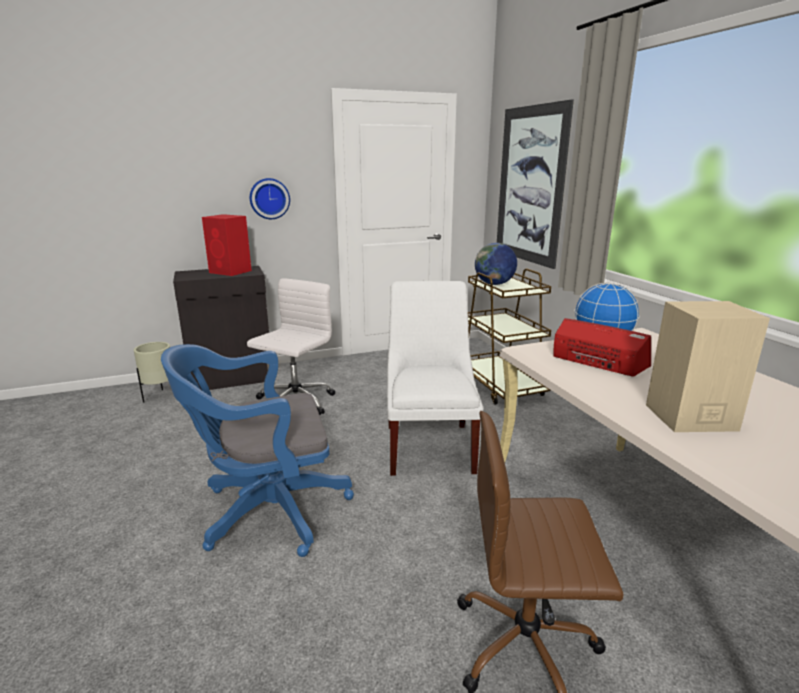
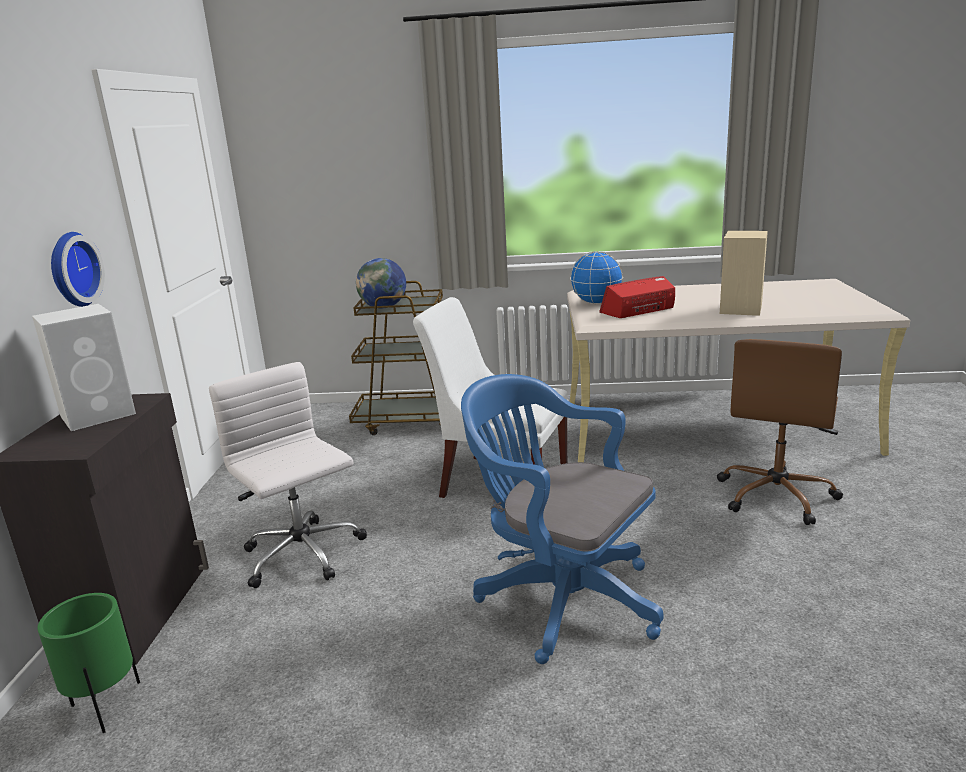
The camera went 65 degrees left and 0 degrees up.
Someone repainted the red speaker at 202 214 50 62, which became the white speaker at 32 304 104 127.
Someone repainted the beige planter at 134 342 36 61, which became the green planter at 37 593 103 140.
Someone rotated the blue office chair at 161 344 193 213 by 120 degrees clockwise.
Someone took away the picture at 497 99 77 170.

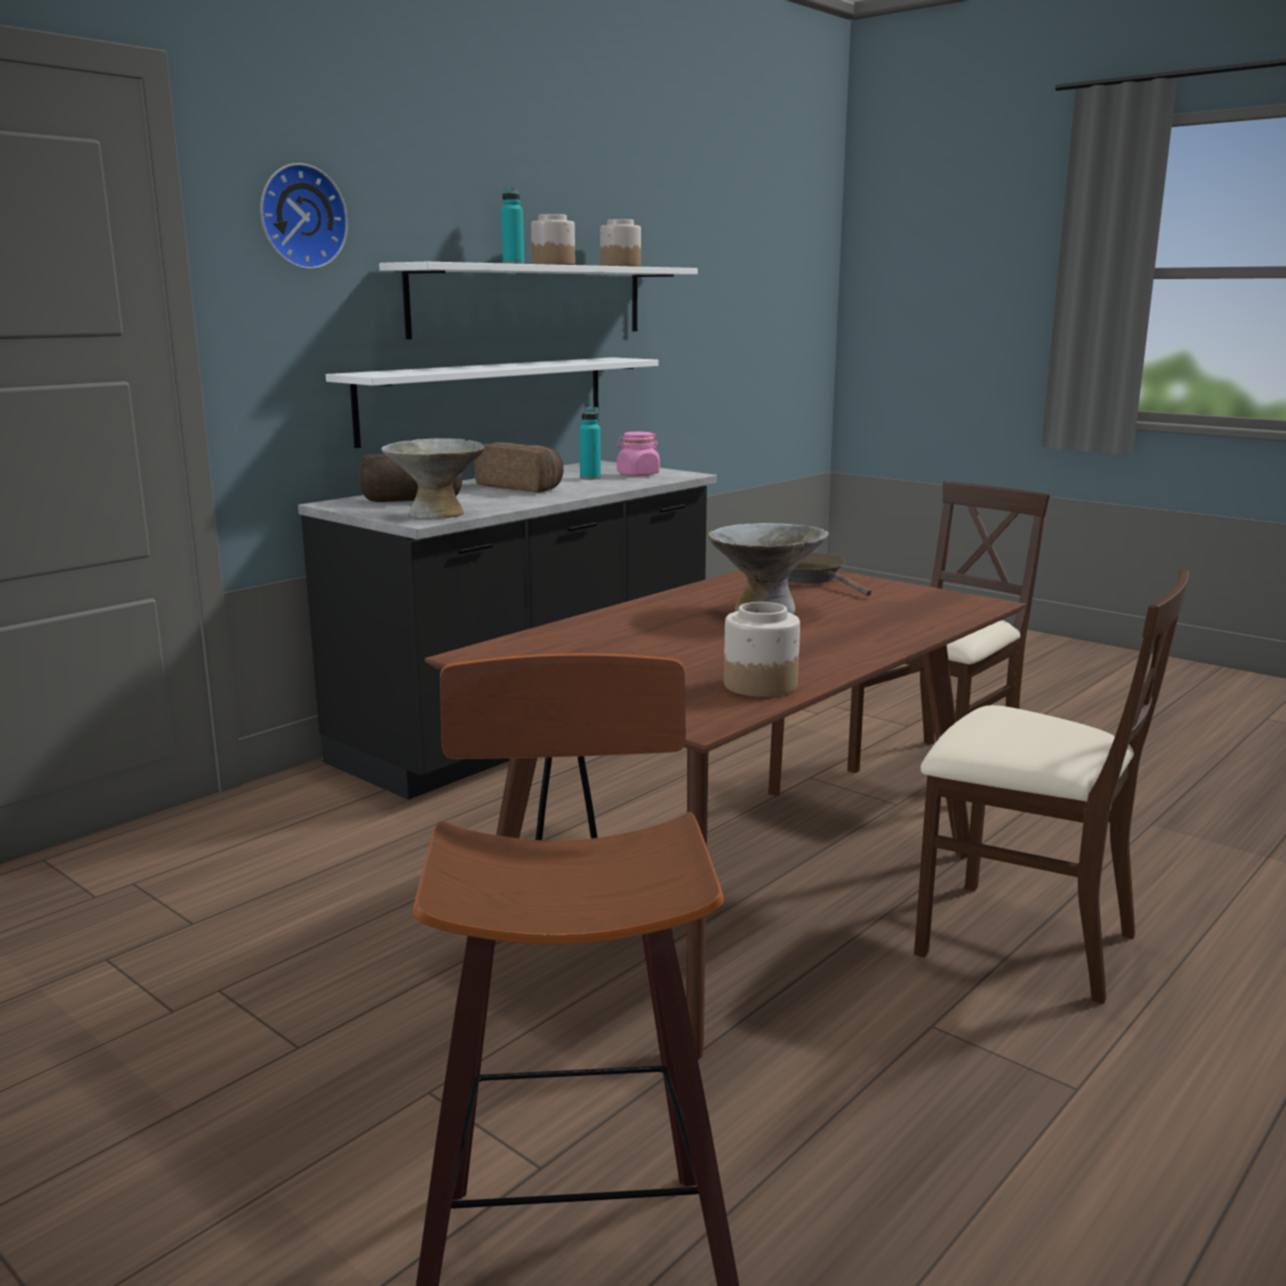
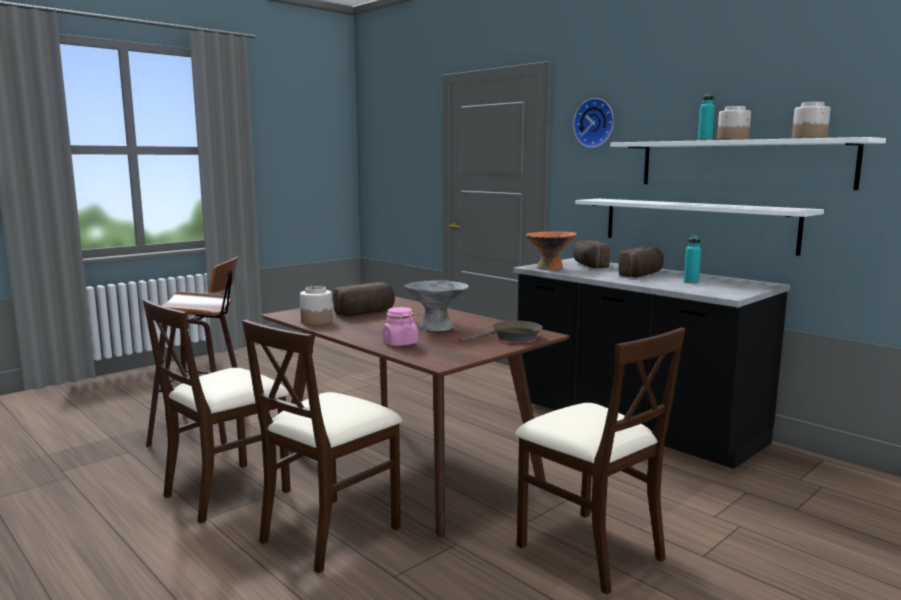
The camera went 95 degrees right and 5 degrees down.
Someone put down the beige chair at 143 299 148 225.
Someone put down the bread at 333 282 62 34.
Someone carried the pink jar from 616 432 44 44 to 382 307 36 39.
Someone repainted the grey bowl at 381 438 103 81, which became the orange bowl at 526 232 51 38.

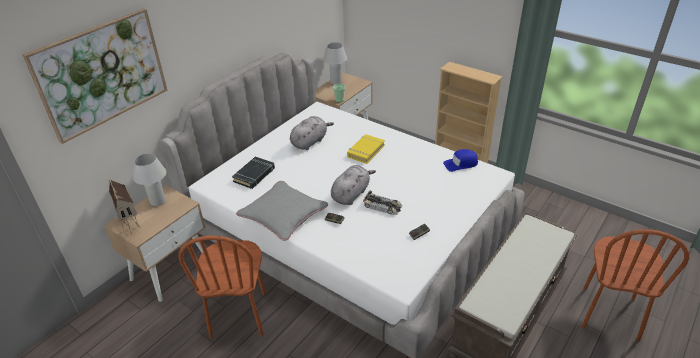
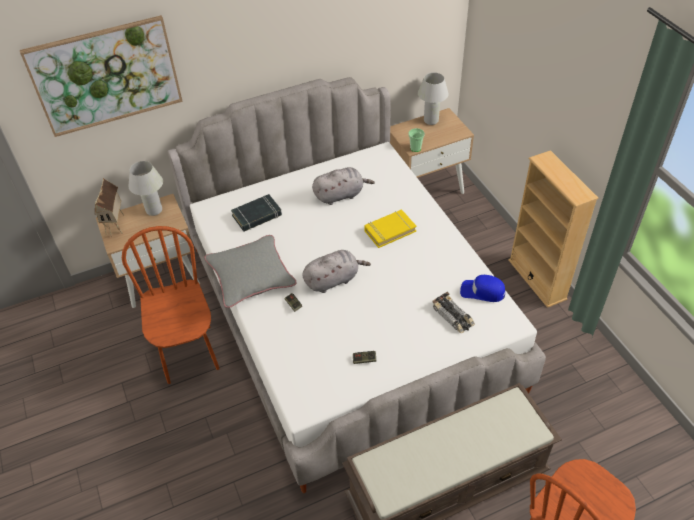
The camera went 30 degrees right and 10 degrees up.
Someone rotated the brown chair at 178 236 87 102 by 135 degrees clockwise.
Someone carried the toy car from 363 190 39 25 to 432 292 43 41.

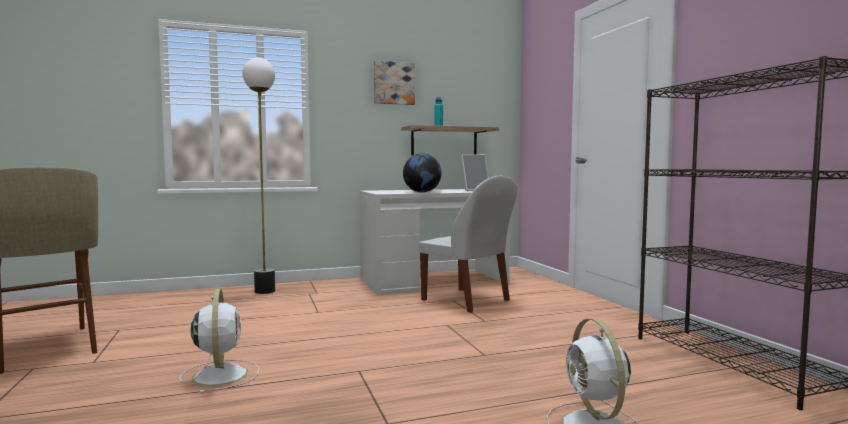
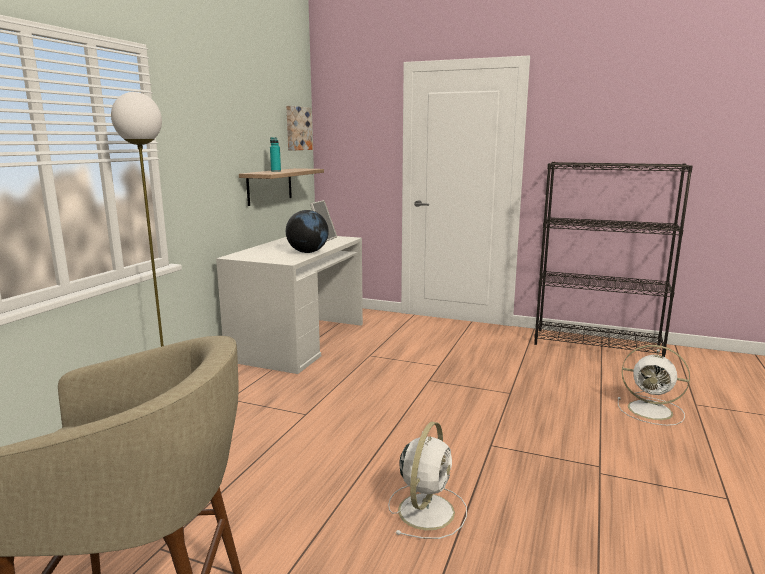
The camera went 50 degrees left and 10 degrees up.
Someone carried the picture from 374 60 41 45 to 286 106 27 45.
Someone rotated the white fan at 179 289 80 105 by 90 degrees clockwise.
Someone took away the white chair at 419 176 99 137.

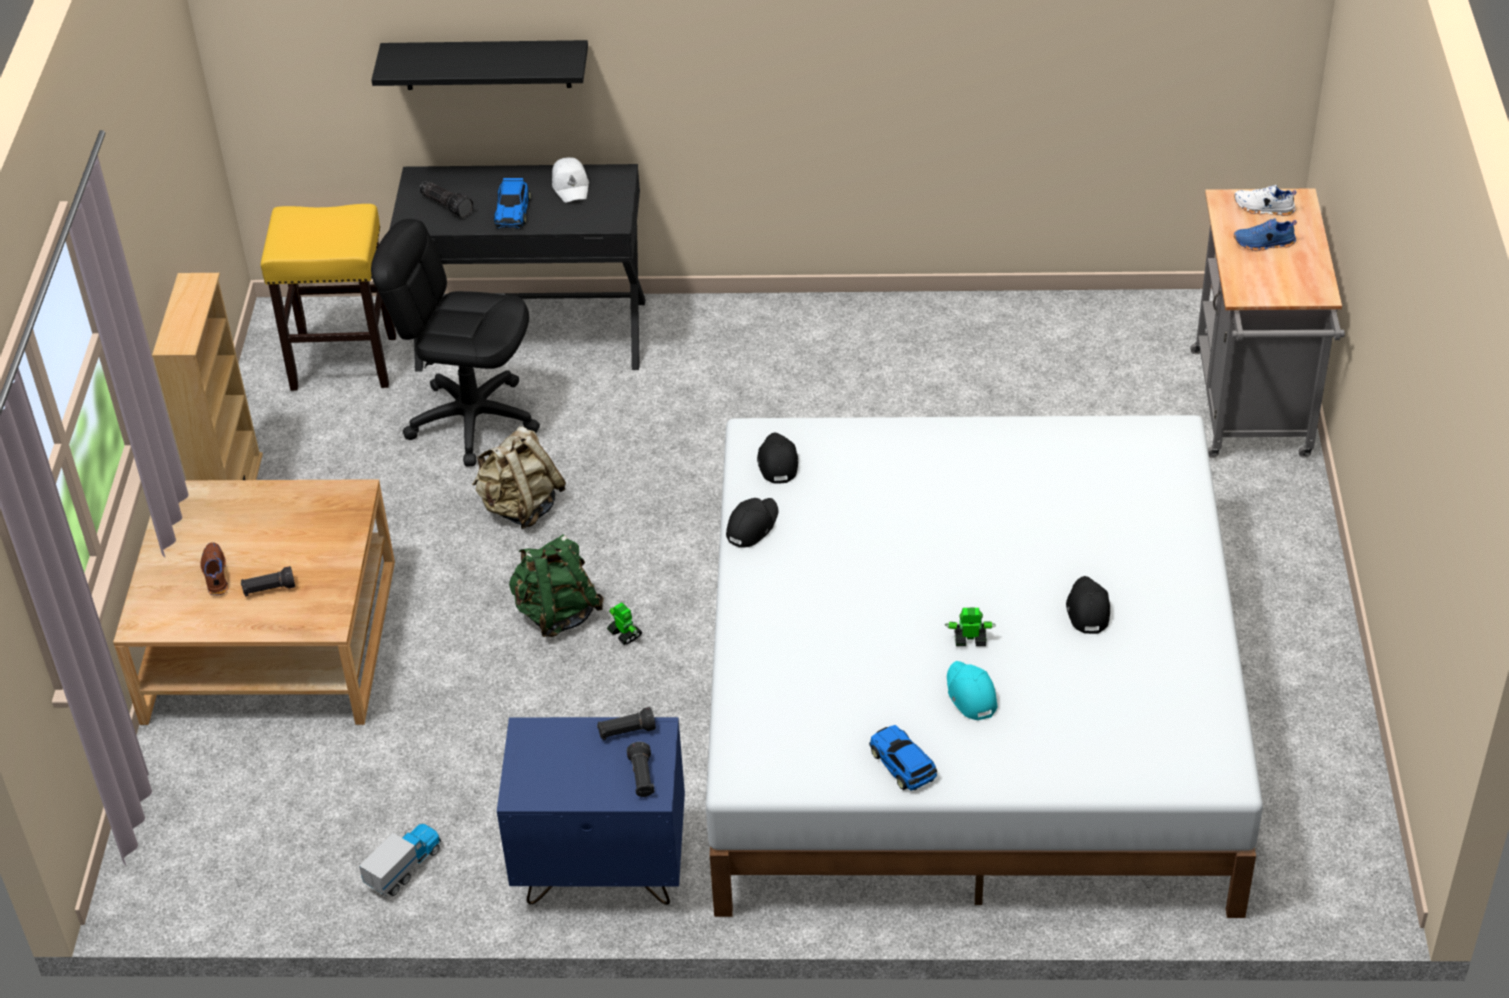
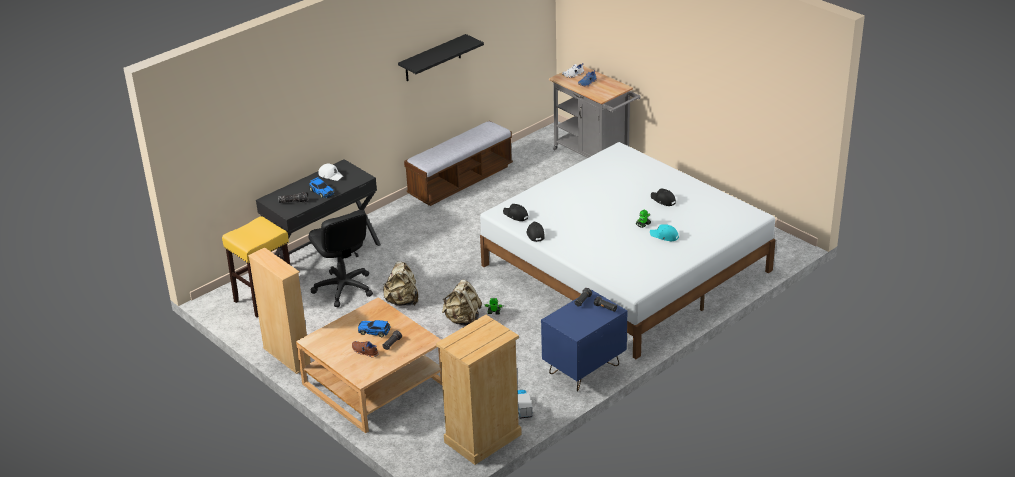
The camera went 45 degrees left and 10 degrees down.
Someone rotated the black office chair at 371 219 169 248 by 90 degrees counterclockwise.
Someone carried the toy car from 869 725 68 66 to 358 320 33 17.
Someone carried the black shelf from 371 40 217 50 to 398 34 86 47.
Someone put down the bench at 404 120 109 86.
Someone put down the beige dresser at 436 315 86 150.
Someone repainted the green backpack at 509 534 95 103, which became the beige backpack at 442 280 40 46.

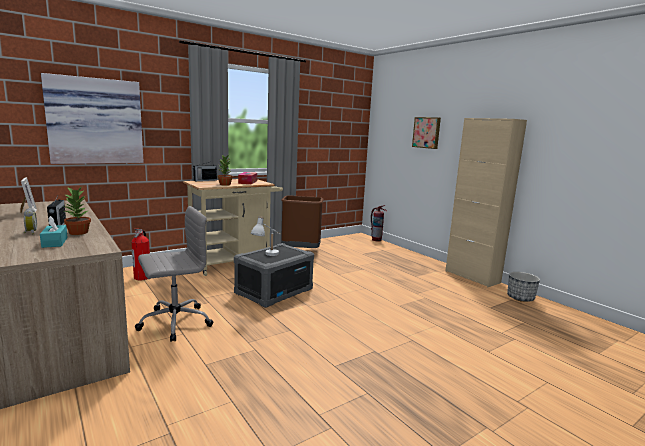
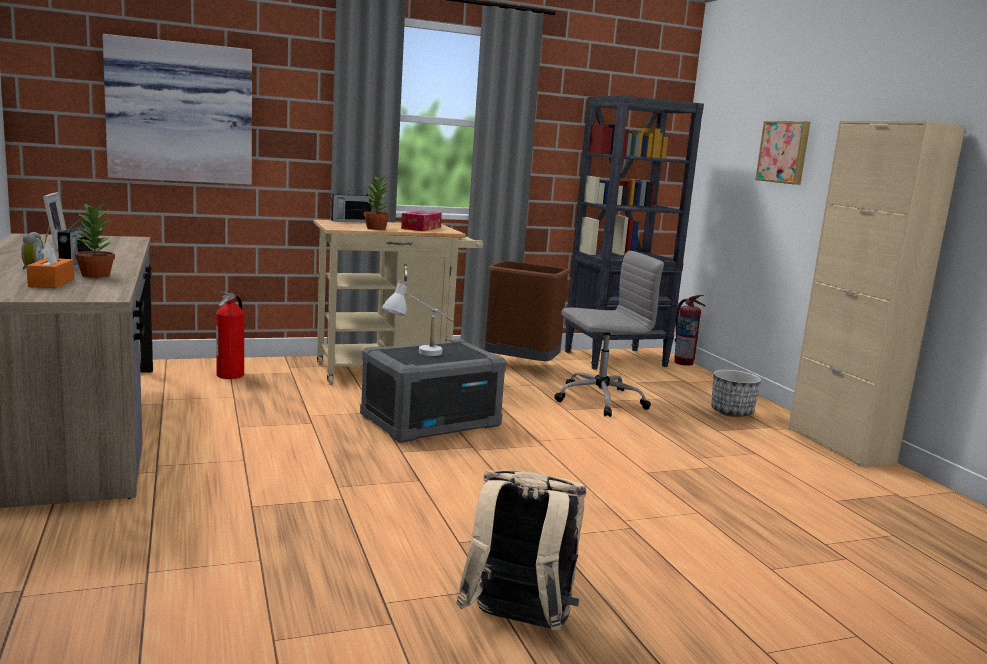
The camera went 15 degrees right and 0 degrees up.
Someone repainted the turquoise tissue box at 40 216 28 32, which became the orange tissue box at 27 242 47 46.
Someone put down the beige backpack at 456 470 130 160.
Someone carried the grey office chair from 135 206 78 136 to 555 251 109 166.
Someone put down the black bookcase at 565 95 139 274.
Someone carried the planter from 507 272 33 30 to 711 370 50 47.

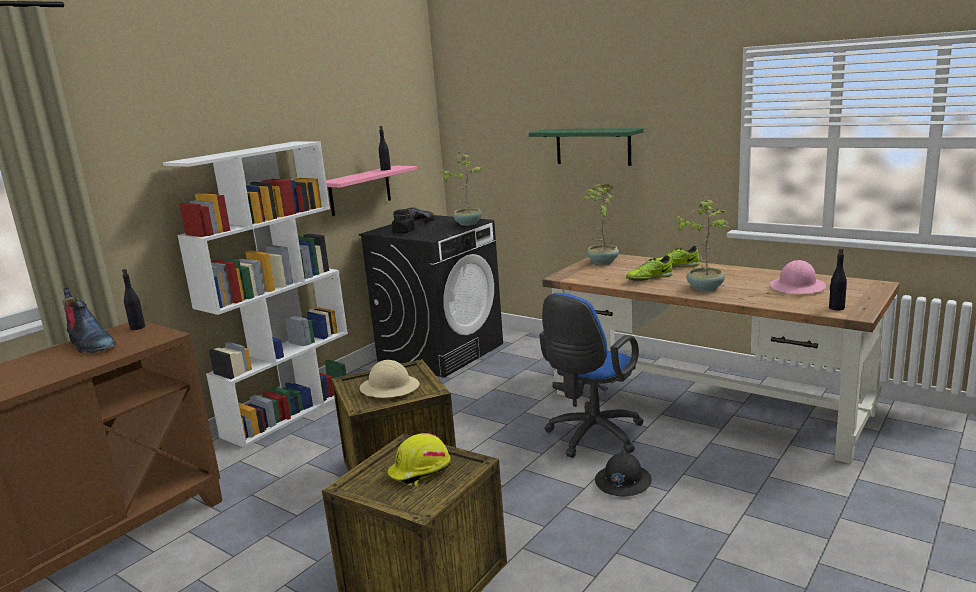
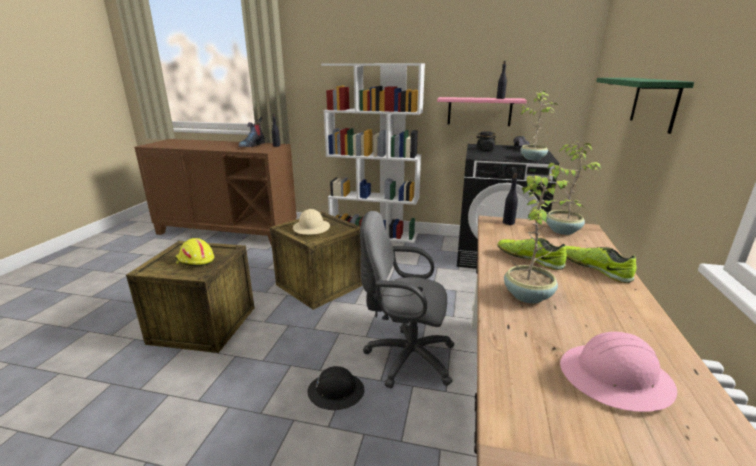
The camera went 65 degrees right and 5 degrees up.
Someone repainted the blue office chair at 539 293 105 165, which became the grey office chair at 360 211 95 177.
Someone carried the black bottle from 829 249 18 61 to 503 173 15 52.

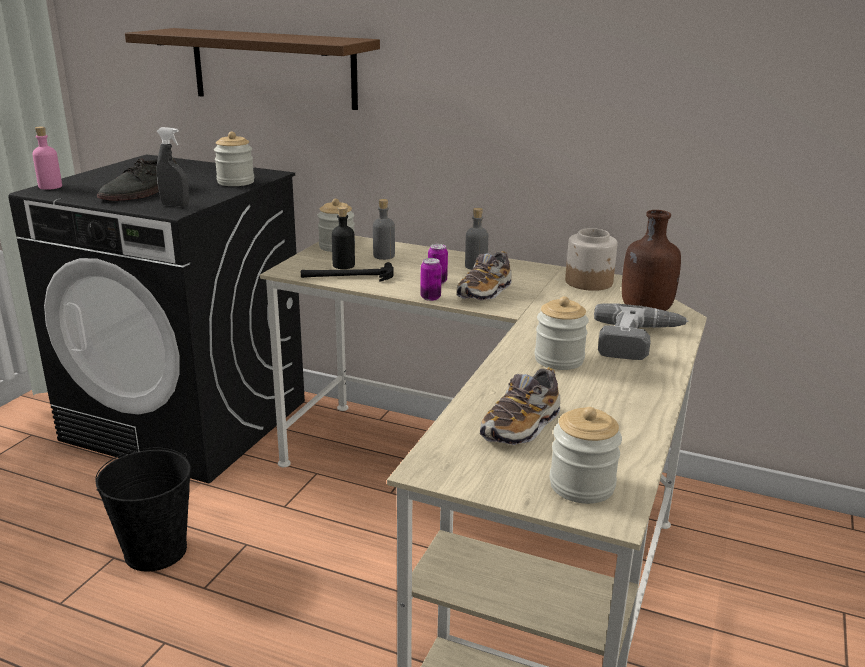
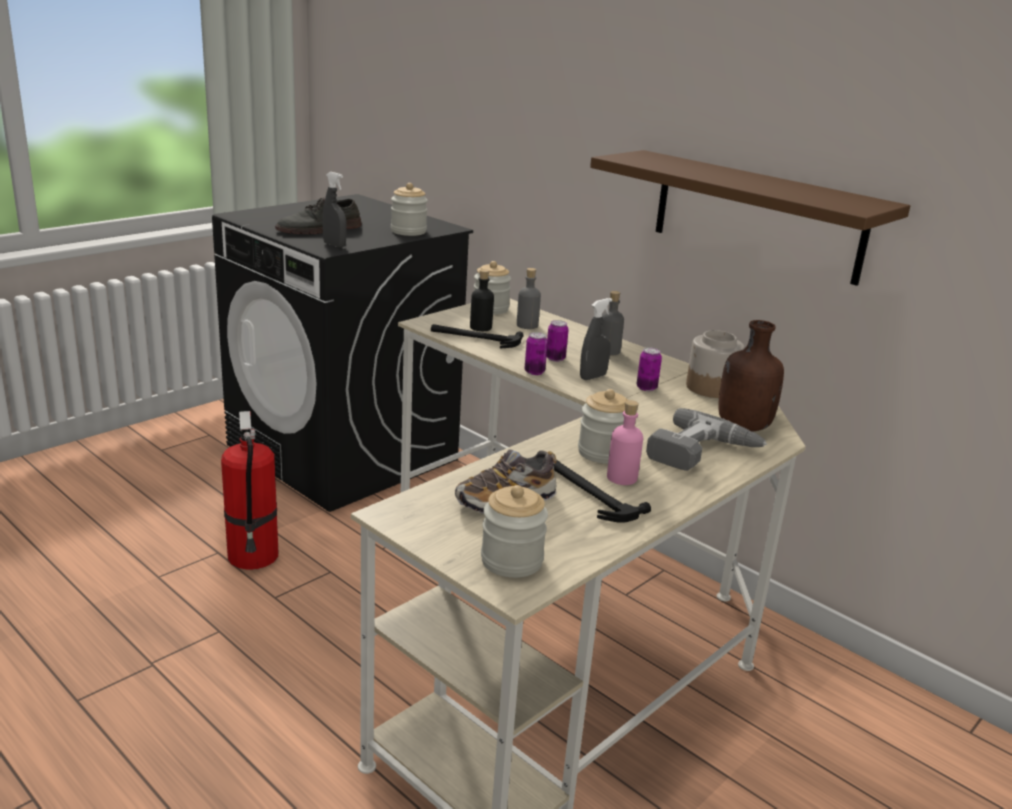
The camera went 20 degrees right and 0 degrees up.
Someone swapped the black bucket at 95 448 96 124 for the fire extinguisher at 221 411 57 159.
Someone put down the hammer at 554 460 97 63.
Someone swapped the shoe at 456 251 56 49 for the grey spray bottle at 580 298 32 82.
Someone carried the brown shelf from 125 28 255 82 to 590 150 320 136.
Someone carried the pink bottle from 32 127 30 63 to 607 400 36 85.
Someone put down the can at 637 347 25 44.

